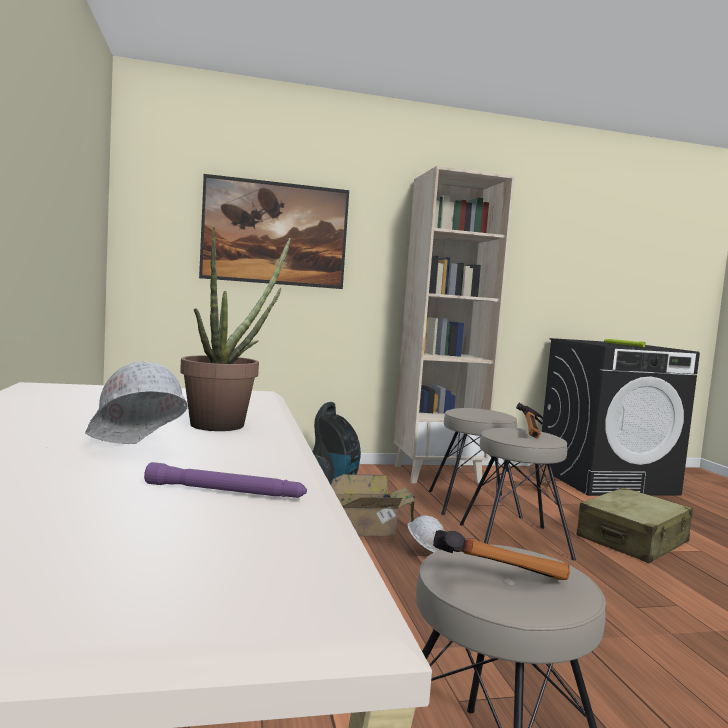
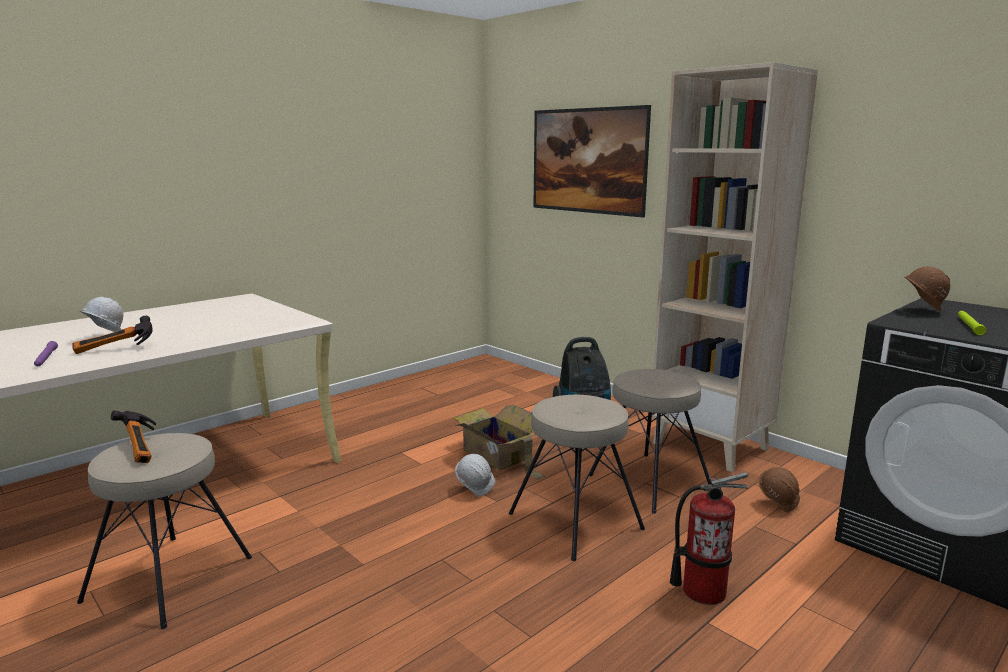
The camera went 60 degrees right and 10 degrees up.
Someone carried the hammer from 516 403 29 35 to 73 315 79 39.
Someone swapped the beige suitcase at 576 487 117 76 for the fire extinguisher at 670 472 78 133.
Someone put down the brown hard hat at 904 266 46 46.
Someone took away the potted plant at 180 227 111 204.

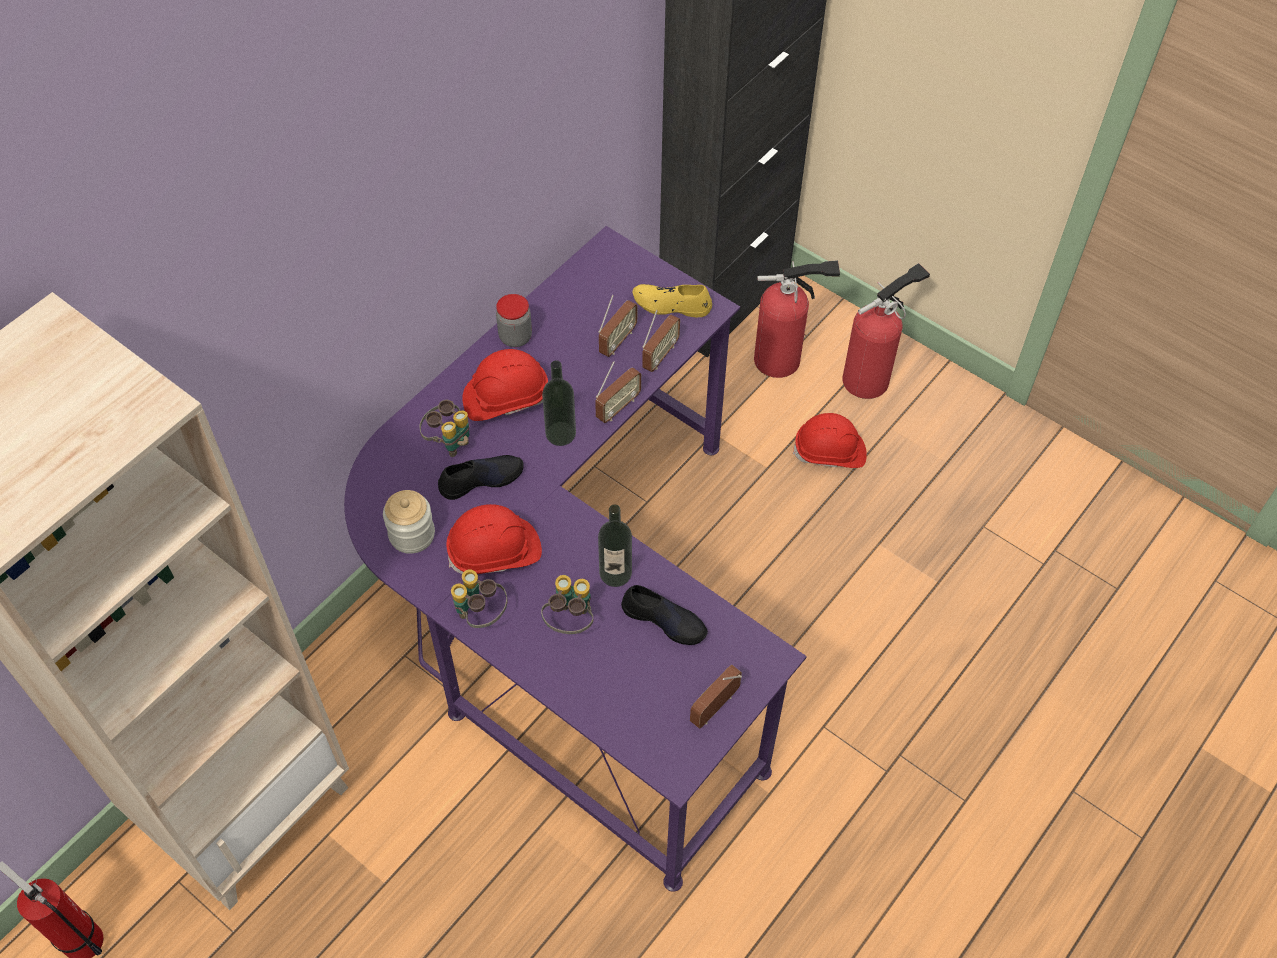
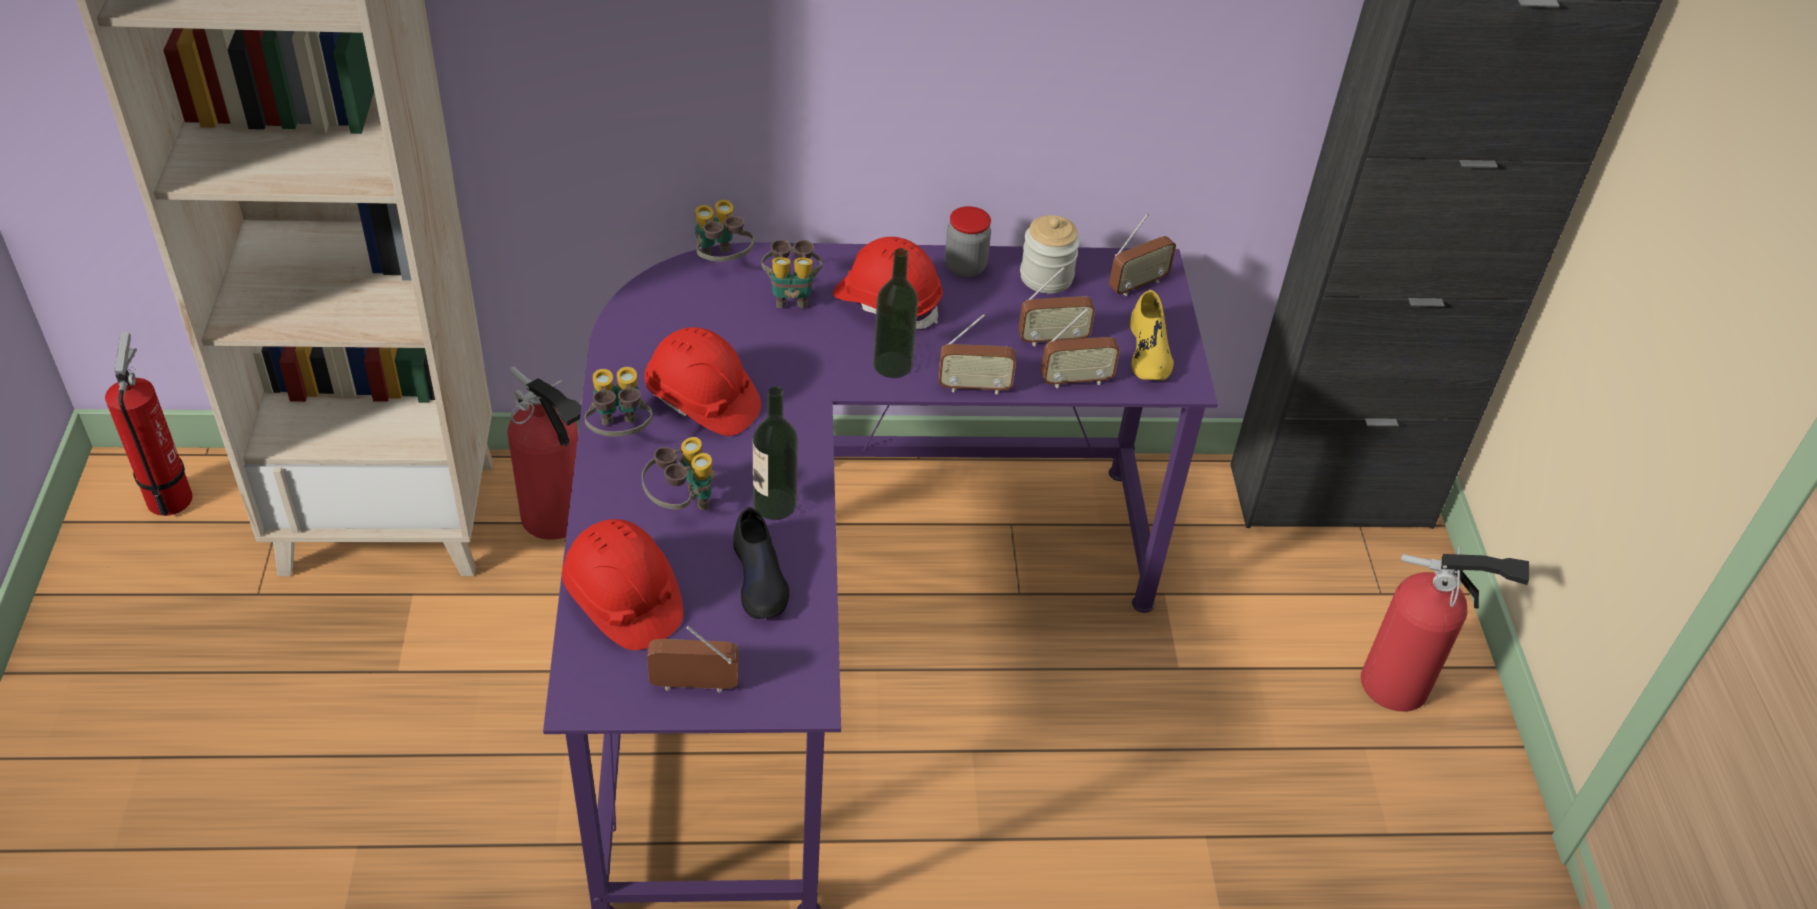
The camera went 45 degrees right and 10 degrees down.
Someone carried the fire extinguisher from 754 260 86 118 to 507 366 75 174.
Someone carried the red hard hat from 793 413 74 55 to 562 519 121 131.
Someone put down the binoculars at 695 200 59 62.
Someone carried the jar from 383 490 52 64 to 1020 215 60 79.
Someone put down the radio at 1109 214 67 82.
Someone rotated the yellow shoe at 633 284 79 33 by 150 degrees counterclockwise.
Someone took away the black shoe at 438 455 86 45.

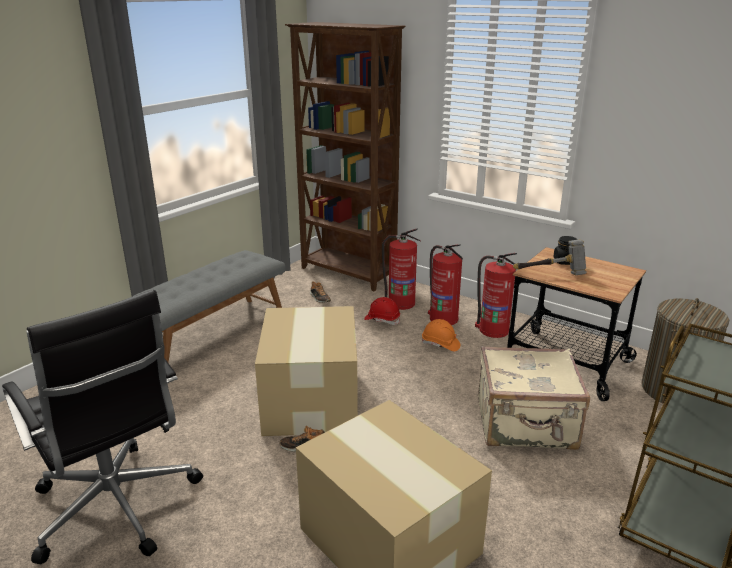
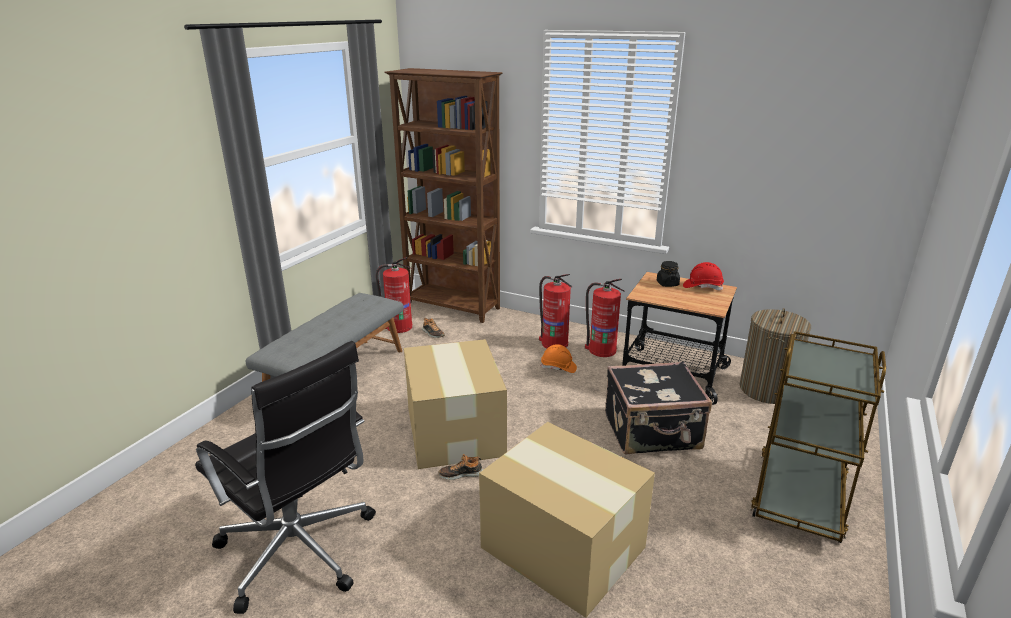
The camera went 10 degrees left and 0 degrees up.
Someone carried the fire extinguisher from 382 228 39 82 to 376 257 37 76.
Someone repainted the beige suitcase at 478 346 112 104, which became the black suitcase at 605 361 107 94.
Someone carried the red hard hat from 364 297 36 28 to 683 262 41 28.
Someone took away the hammer at 513 239 74 36.

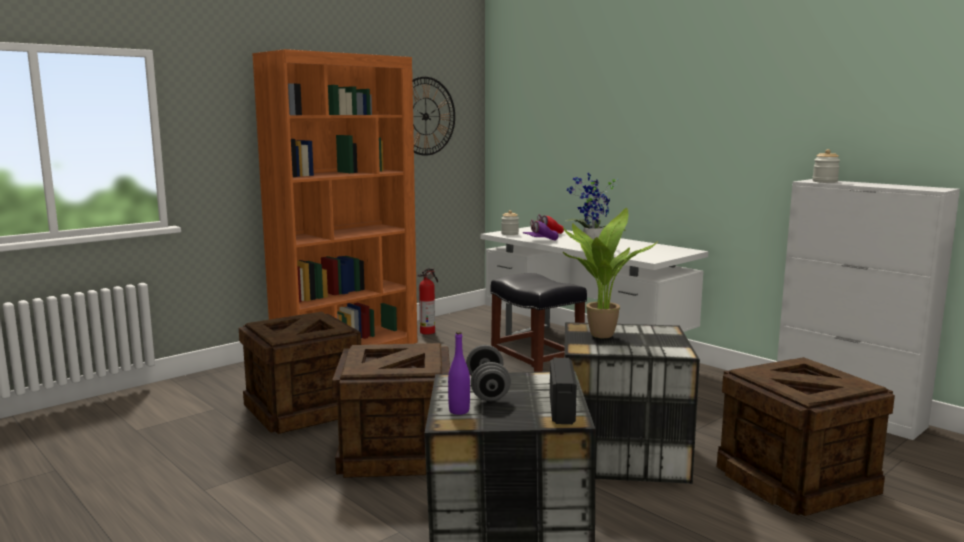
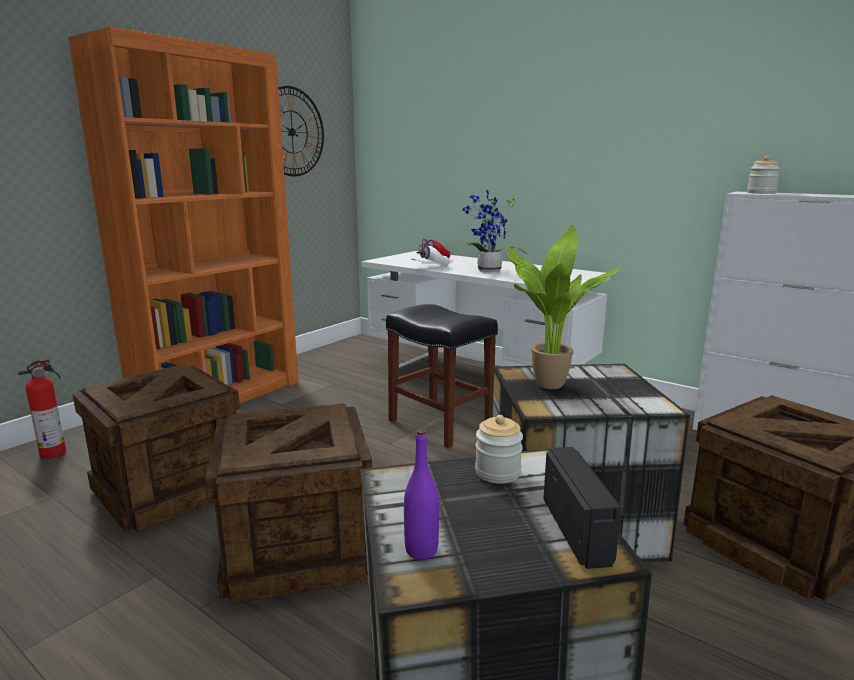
The camera went 10 degrees left and 5 degrees up.
Someone carried the fire extinguisher from 418 268 20 67 to 18 359 48 100.
Someone repainted the purple cap at 523 220 35 21, which became the white cap at 411 244 38 23.
Someone carried the jar from 501 210 18 25 to 475 415 48 69.
Someone took away the grey dumbbell at 466 345 45 56.

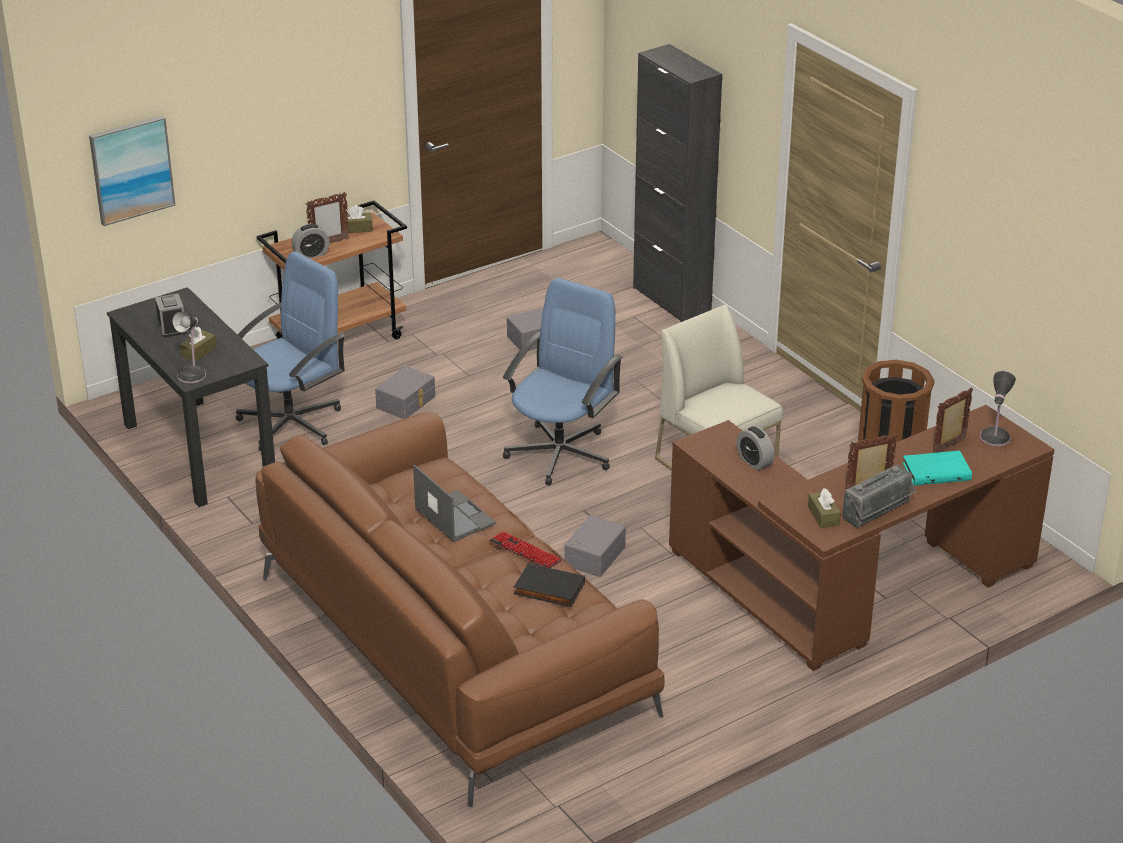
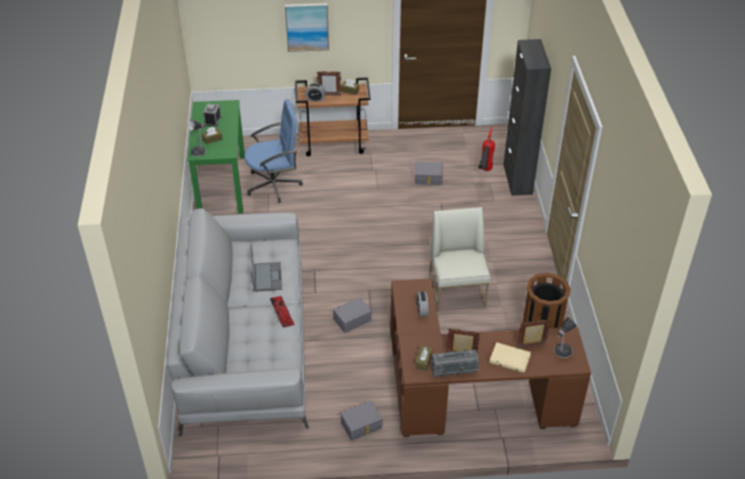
The camera went 30 degrees right and 10 degrees up.
Someone repainted the brown sofa at 255 412 410 395, which became the grey sofa at 167 208 142 229.
Someone repainted the black desk at 107 287 168 220, which became the green desk at 187 100 58 114.
Someone carried the picture from 89 116 86 110 to 285 3 44 49.
Someone carried the grey storage box from 375 366 60 53 to 341 401 41 40.
Someone put down the fire extinguisher at 478 127 17 44.
Someone repainted the turquoise book at 903 451 69 34, which became the beige book at 489 342 42 31.
Someone took away the blue office chair at 503 278 120 208.
Someone took away the black book at 514 563 71 44.

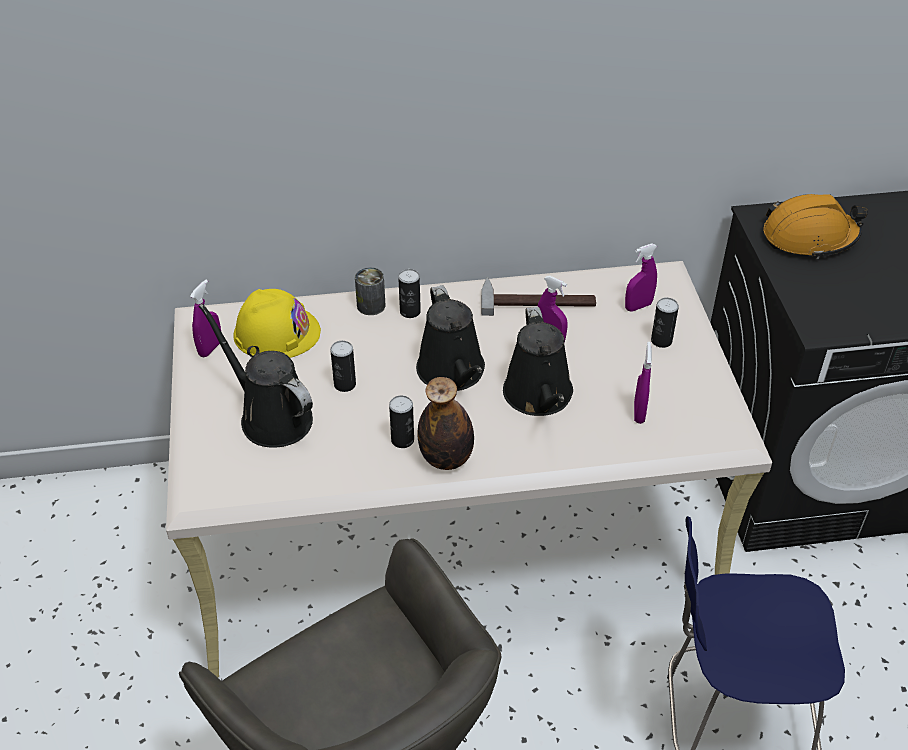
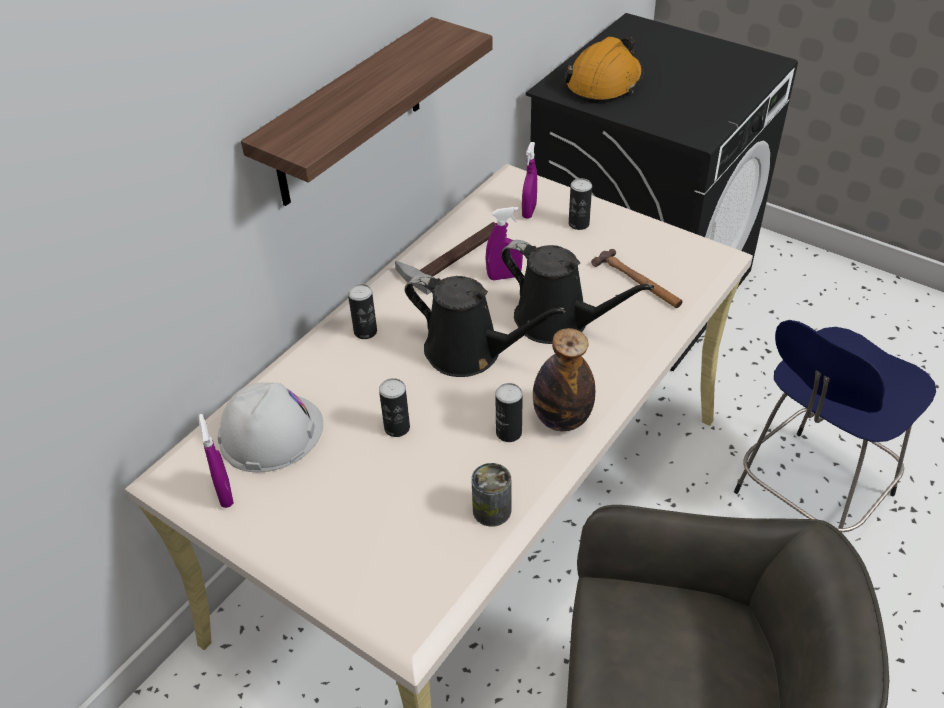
The camera went 45 degrees left and 0 degrees up.
Someone repainted the yellow hard hat at 233 289 88 69, which became the white hard hat at 217 382 106 90.
Someone put up the shelf at 241 17 252 189.
Someone carried the can from 355 267 30 48 to 471 463 40 64.
Someone swapped the purple spray bottle at 634 342 18 82 for the hammer at 591 249 92 59.
Someone took away the black watering can at 199 303 114 145.

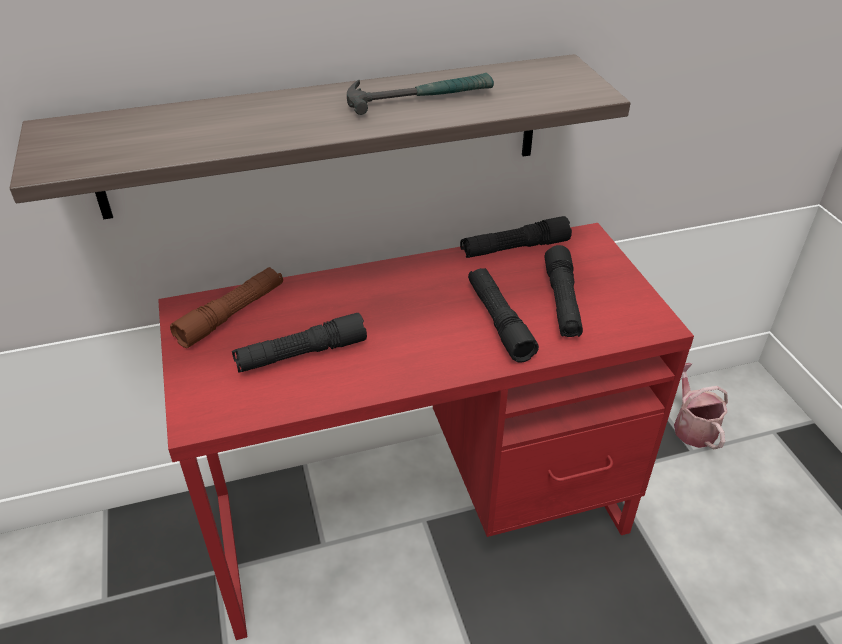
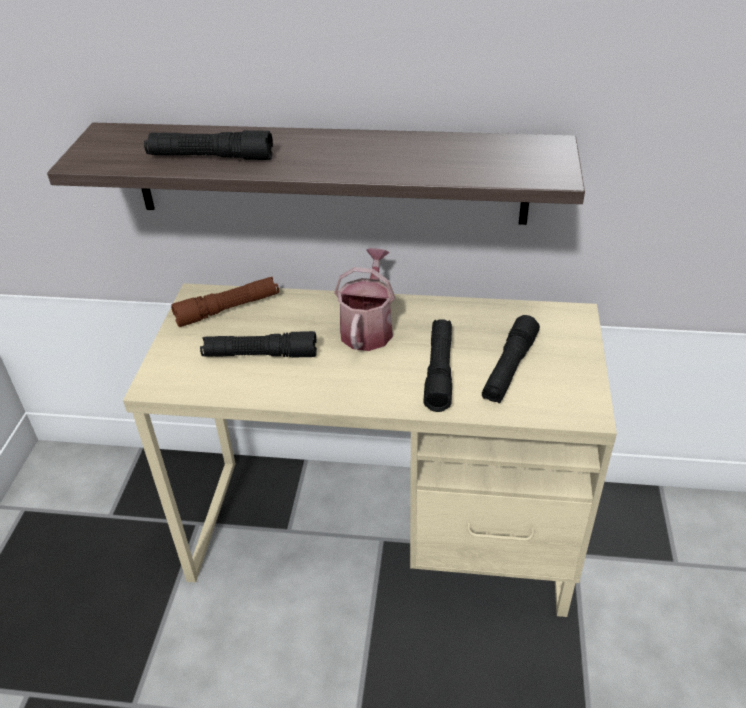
The camera went 25 degrees right and 0 degrees up.
Someone repainted the red desk at 158 223 536 417, which became the beige desk at 123 283 494 334.
Someone carried the black flashlight from 460 216 112 42 to 144 130 129 30.
Someone carried the watering can from 674 363 54 86 to 334 248 61 103.
Someone took away the hammer at 347 73 147 42.

